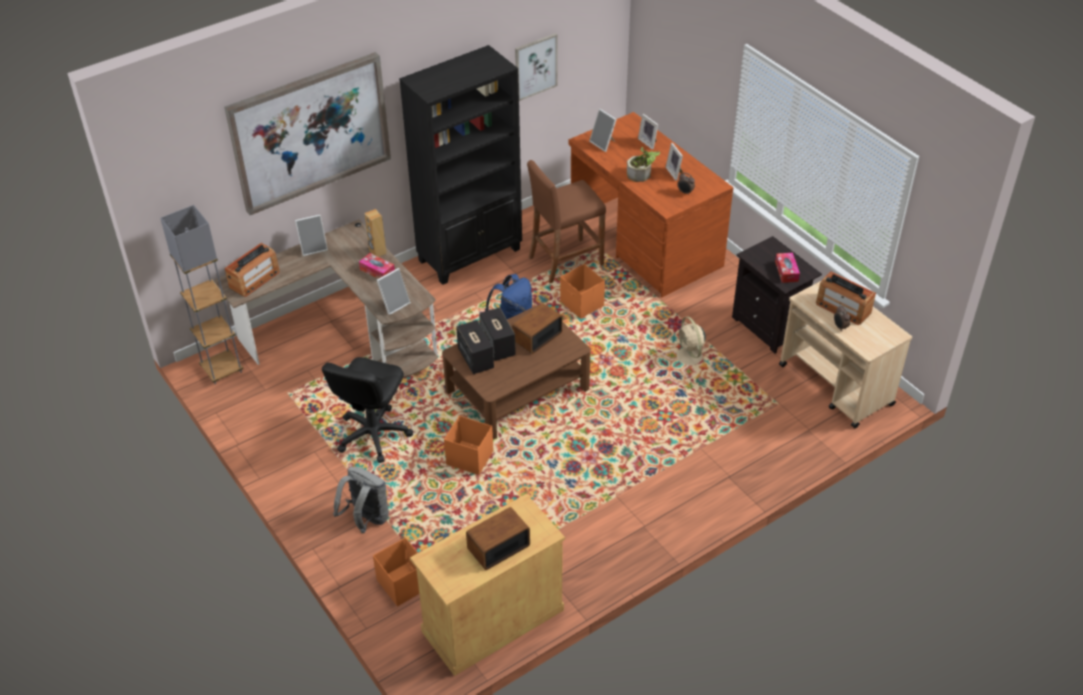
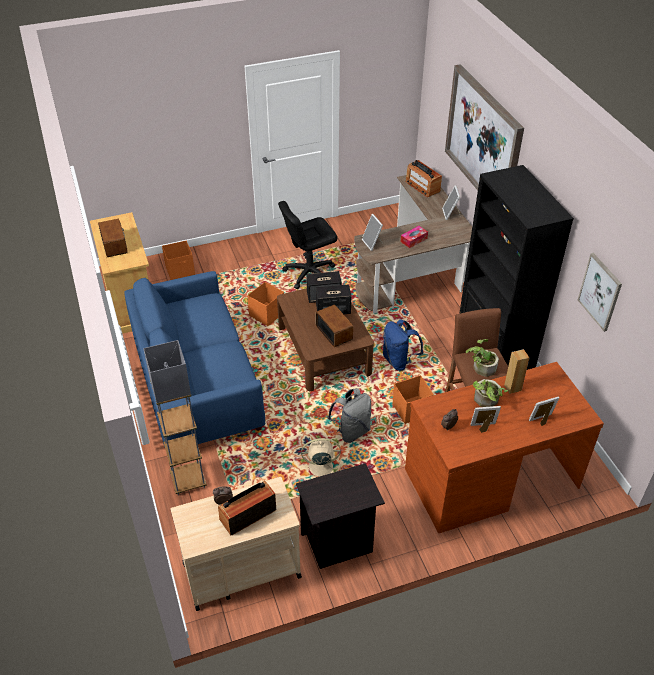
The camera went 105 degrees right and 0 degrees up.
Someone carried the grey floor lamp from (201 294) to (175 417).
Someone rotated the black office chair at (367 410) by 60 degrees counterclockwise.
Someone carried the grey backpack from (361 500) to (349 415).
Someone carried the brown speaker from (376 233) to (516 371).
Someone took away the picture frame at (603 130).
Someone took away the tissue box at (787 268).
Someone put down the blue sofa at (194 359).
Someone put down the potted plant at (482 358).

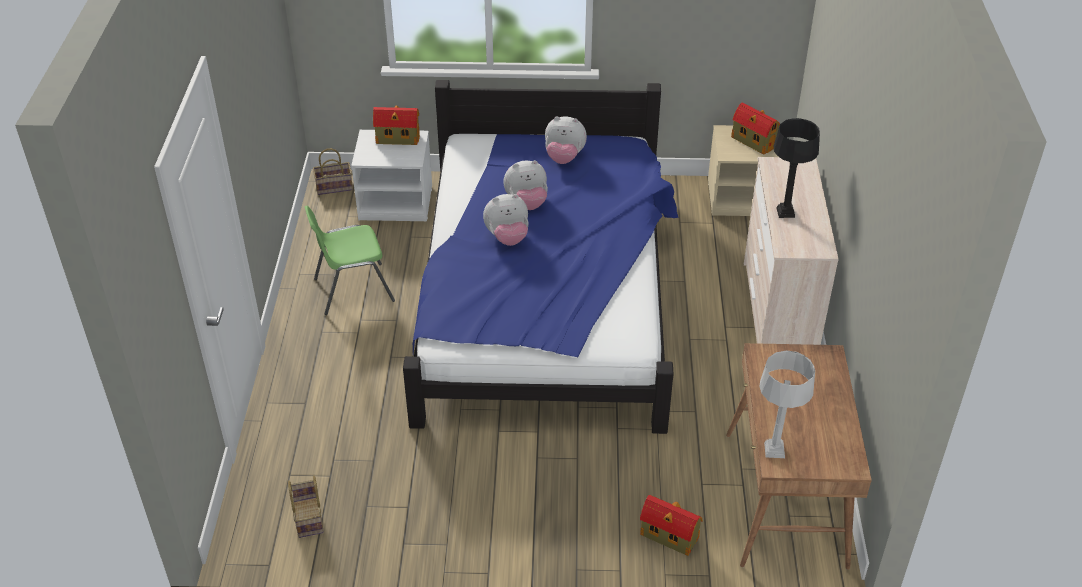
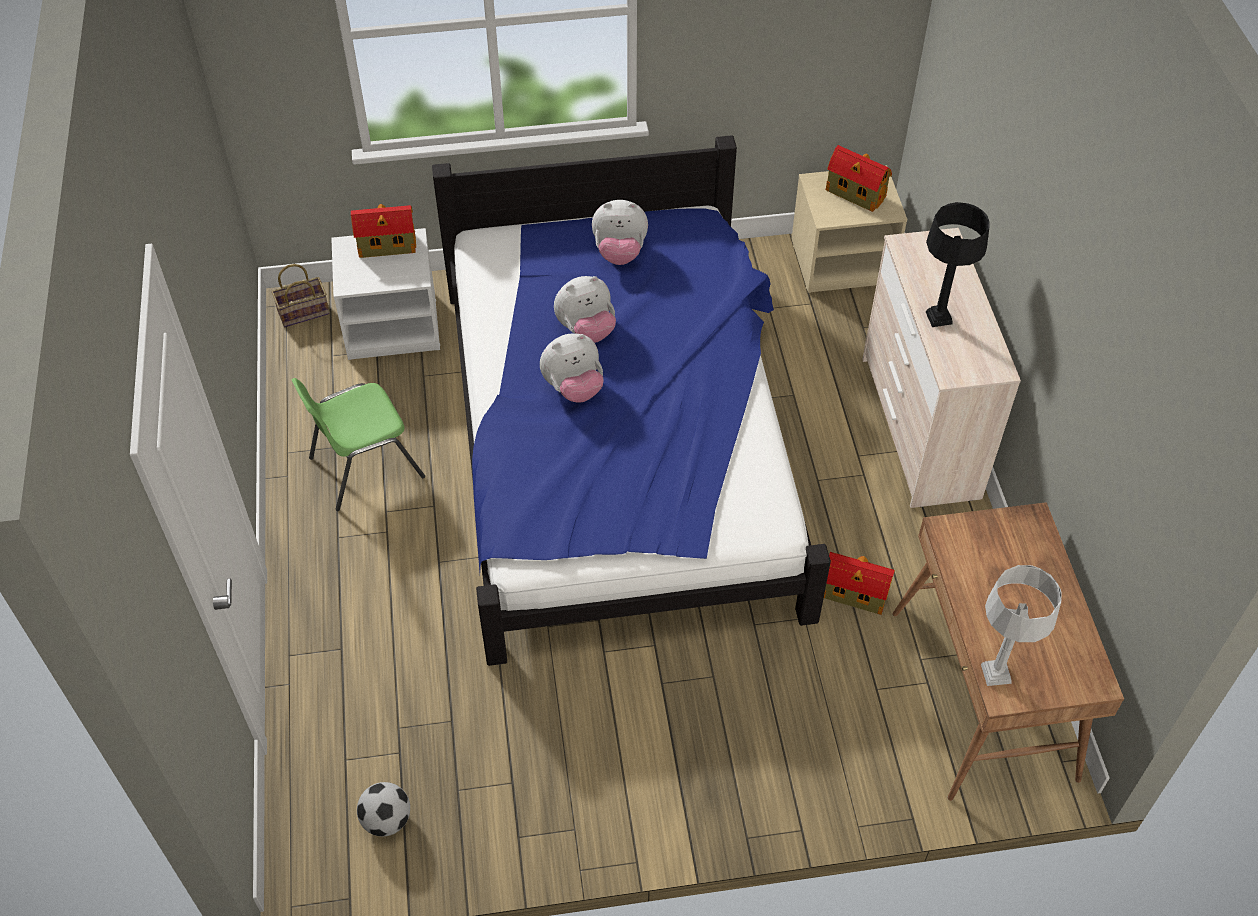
The camera went 10 degrees left and 10 degrees up.
Someone swapped the basket at (306 507) for the football at (383 809).
Someone carried the toy house from (671 525) to (859 583).

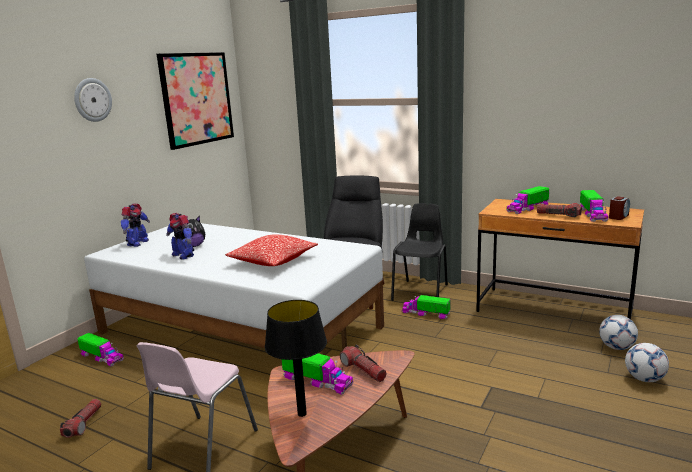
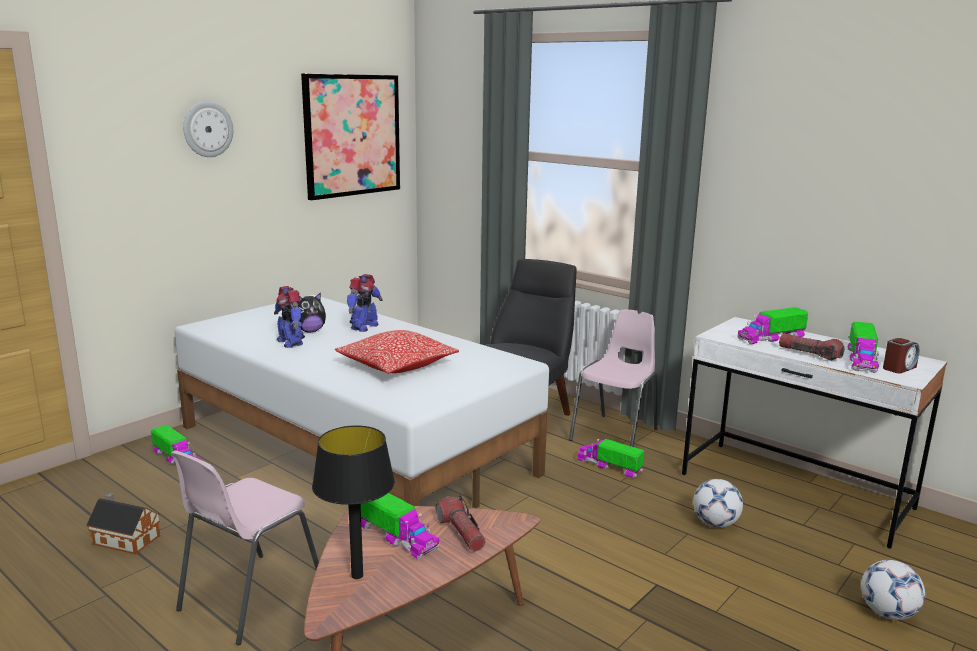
The camera went 10 degrees right and 0 degrees up.
Someone swapped the flashlight at (80 418) for the toy house at (123 524).
Someone carried the toy robot from (135 225) to (365 303).
Someone repainted the black chair at (419 252), which became the pink chair at (613 378).
Someone repainted the brown desk at (560 259), which became the white desk at (814 433).
Someone carried the football from (618 332) to (718 503).

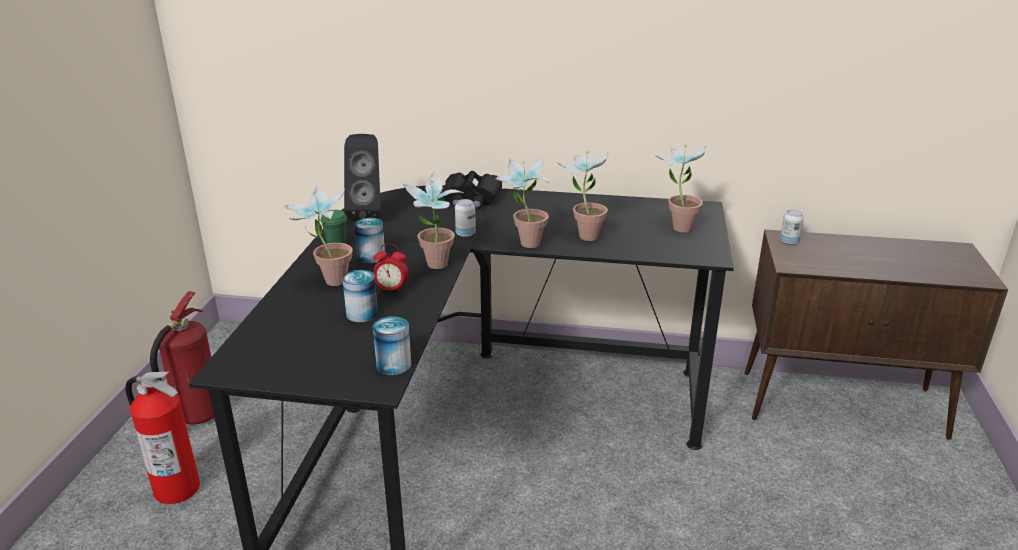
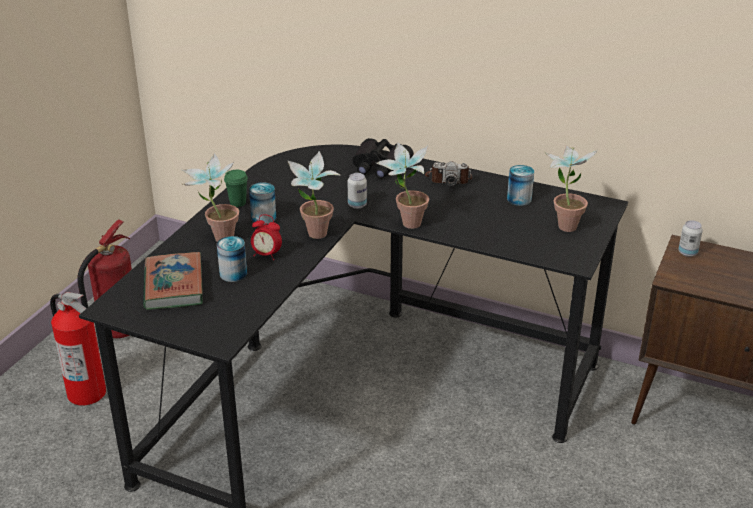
The camera went 15 degrees right and 5 degrees up.
Someone took away the black speaker at (362 177).
Someone carried the can from (392 345) to (520 185).
Someone took away the potted plant at (583 196).
Someone put down the book at (173 281).
Someone put down the photo camera at (448 173).

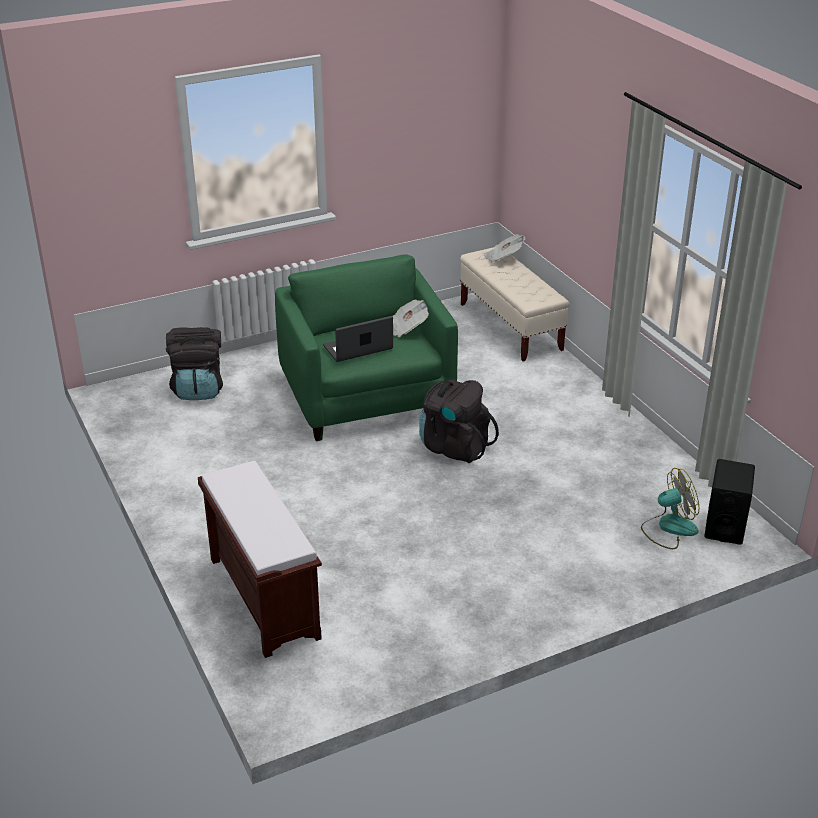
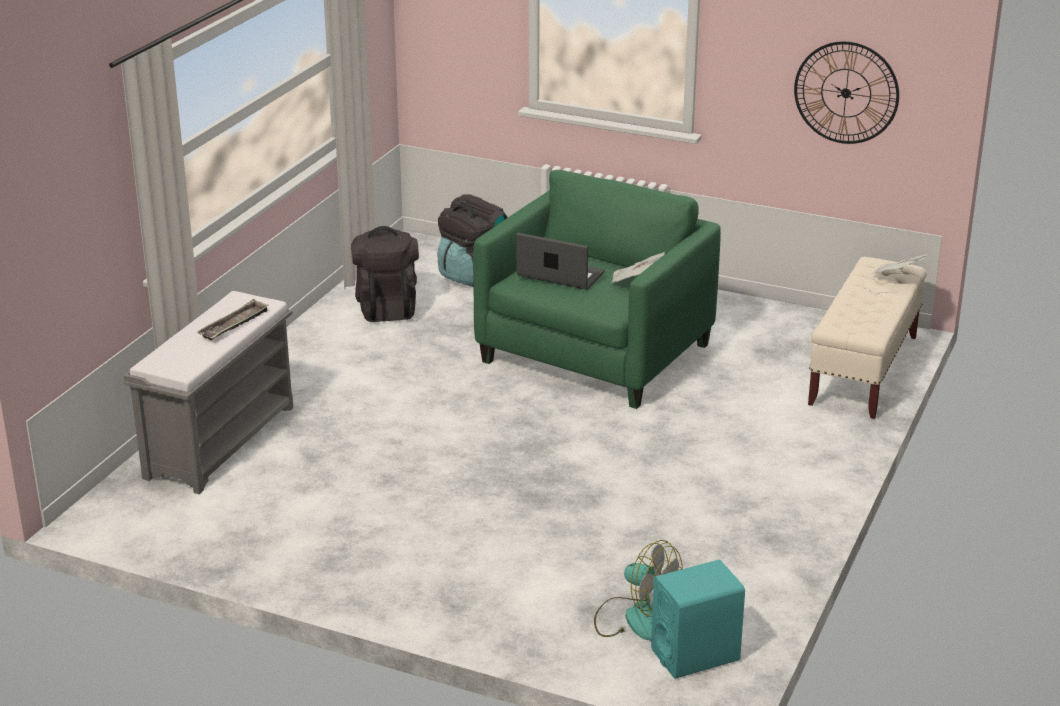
The camera went 50 degrees right and 5 degrees down.
Someone repainted the brown bench at (260 559), which became the grey bench at (208 392).
Someone carried the black backpack from (459 421) to (385 274).
Someone repainted the black speaker at (729 502), which became the turquoise speaker at (698 619).
Someone put down the tray at (233 319).
Someone put up the wall clock at (846 92).

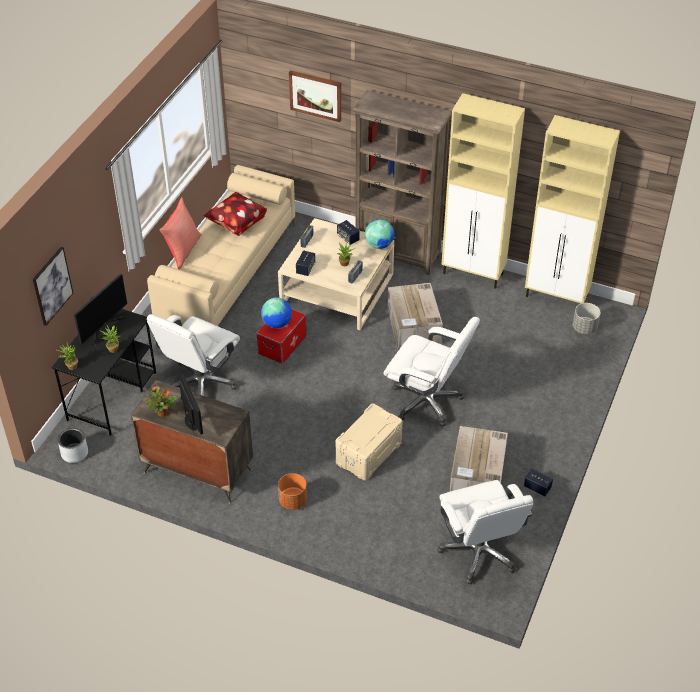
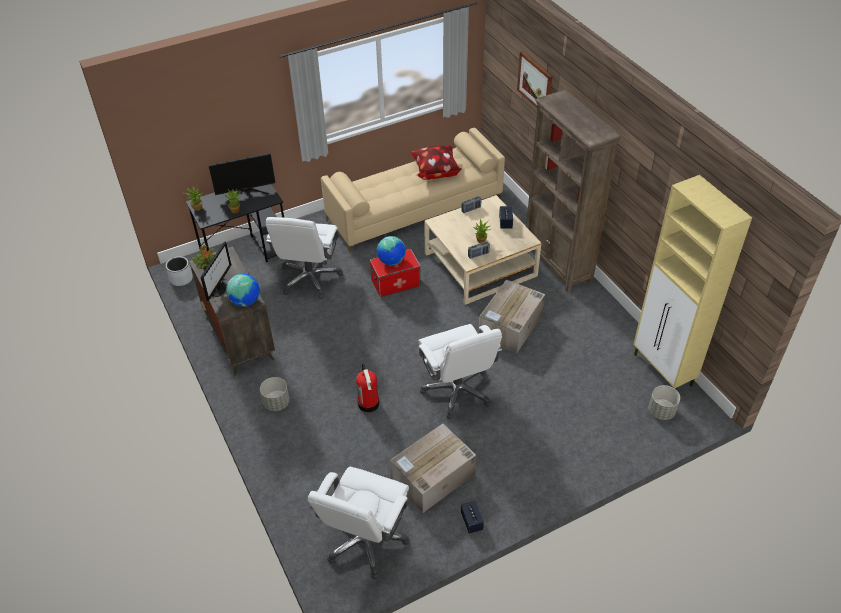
The camera went 40 degrees right and 0 degrees up.
Someone took away the picture at (53 286).
Someone rotated the white office chair at (193 355) by 60 degrees counterclockwise.
Someone took away the red pillow at (181 233).
Someone repainted the orange planter at (292 491), which became the grey planter at (274 394).
Someone took away the speaker at (305 263).
Someone swapped the beige storage box at (369 442) for the fire extinguisher at (368 388).
Someone carried the globe from (379 234) to (243 290).
Someone took away the beige cabinet at (483 191).

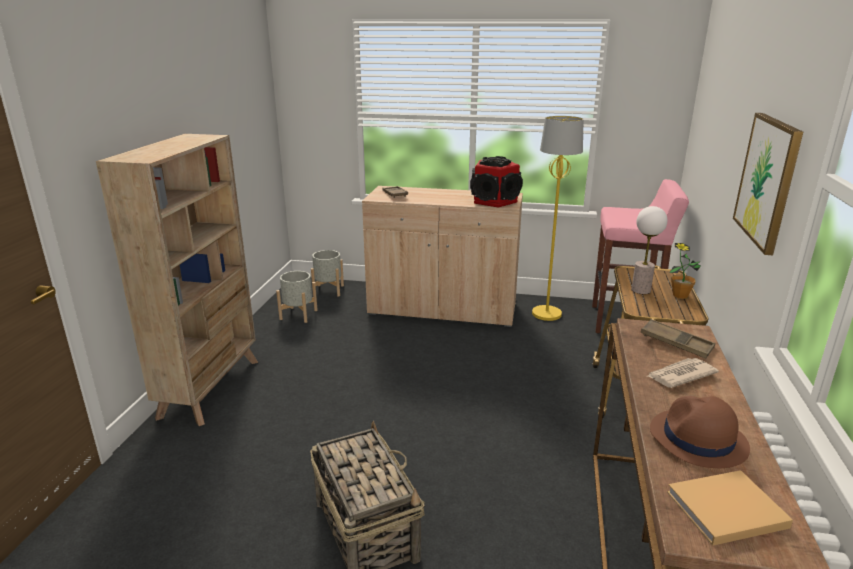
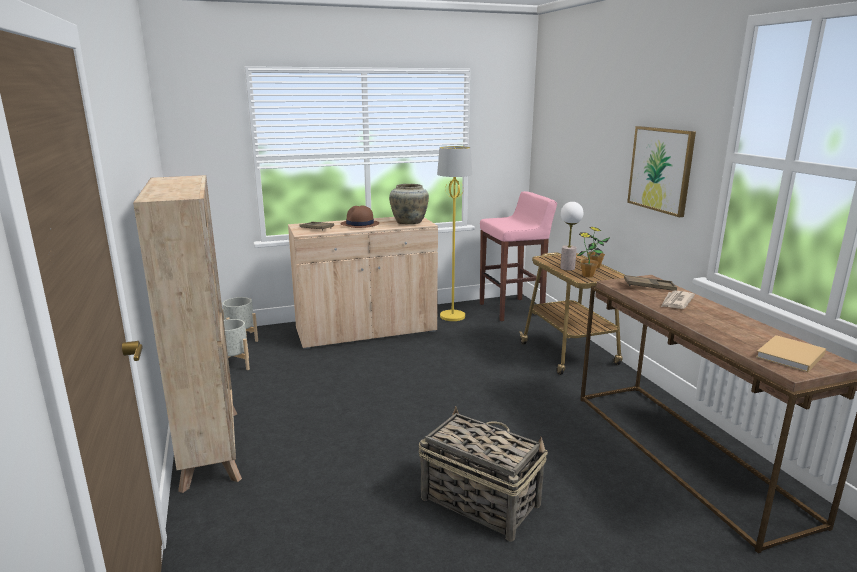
The camera went 30 degrees left and 5 degrees down.
Someone swapped the speaker at (496 182) for the beige vase at (409 204).
Someone carried the brown hat from (700 432) to (360 216).
Someone put down the potted plant at (590 254).

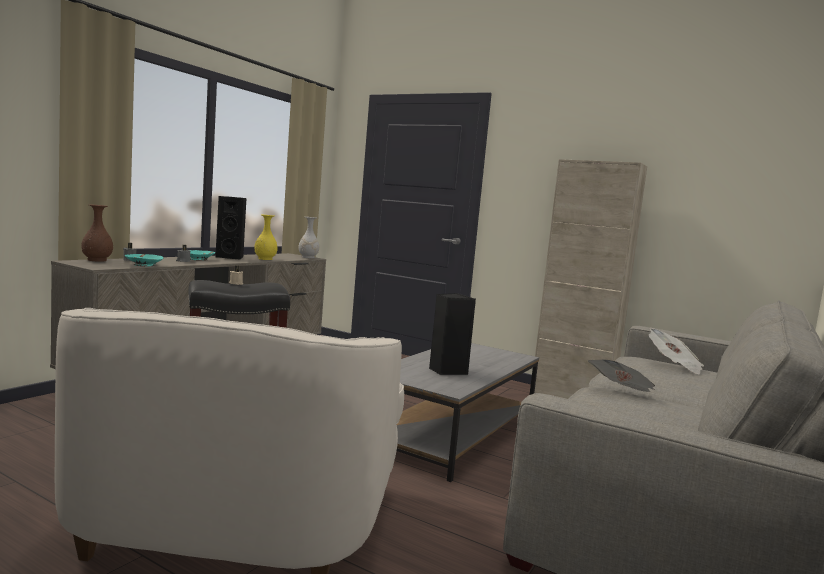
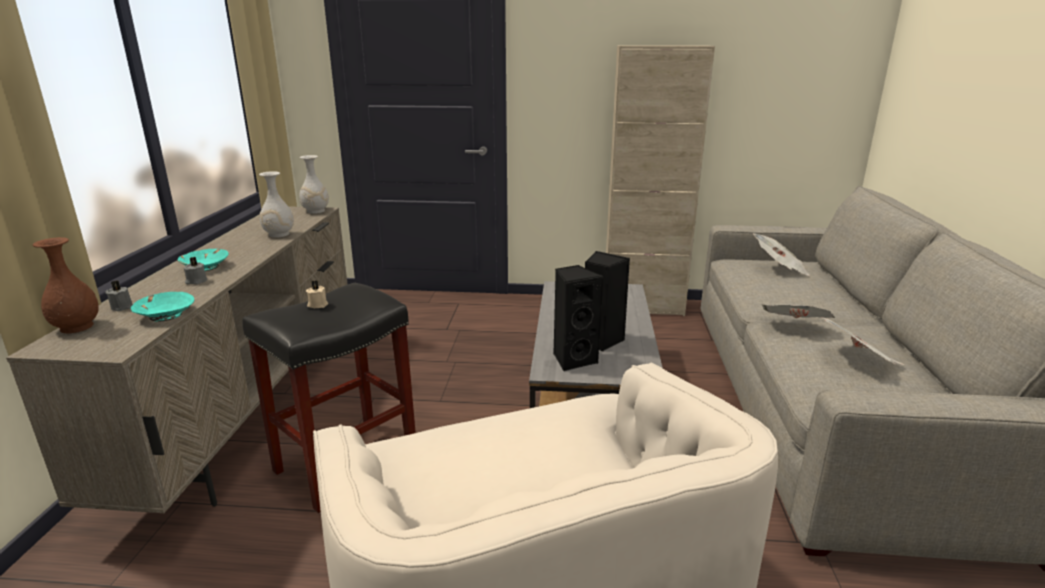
The camera went 25 degrees left and 15 degrees up.
Someone carried the black speaker from (230 228) to (578 318).
Someone repainted the yellow vase at (265 237), which became the white vase at (276 204).
Someone put down the newspaper at (862 341).

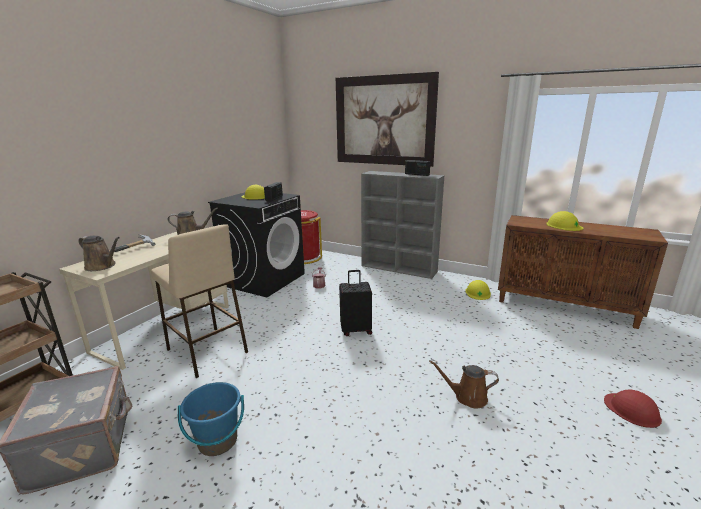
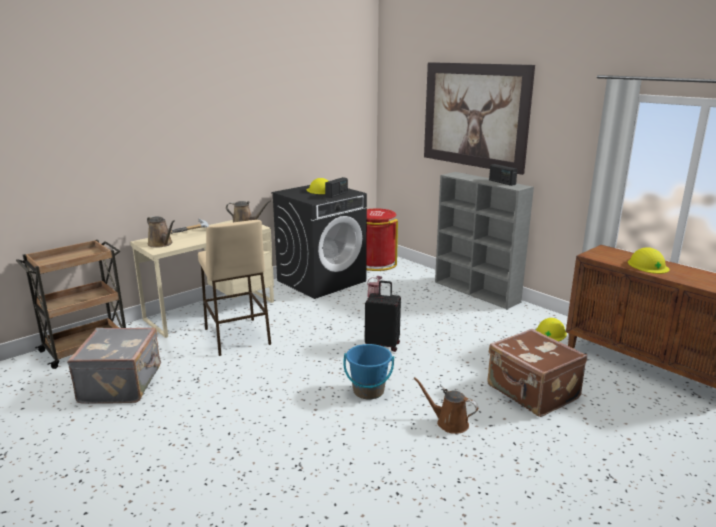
The camera went 20 degrees right and 0 degrees up.
Someone carried the blue bucket from (211 419) to (368 371).
Someone took away the red hard hat at (633 409).
Someone put down the brown suitcase at (537 373).

